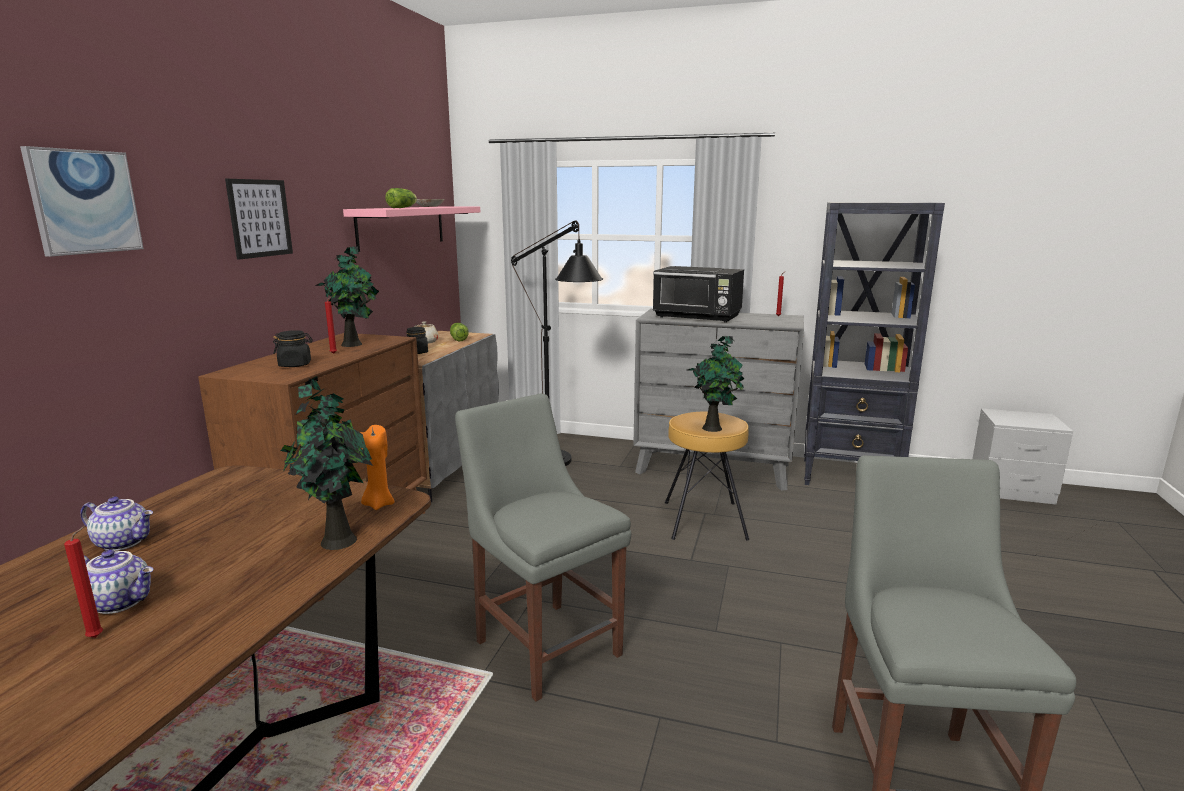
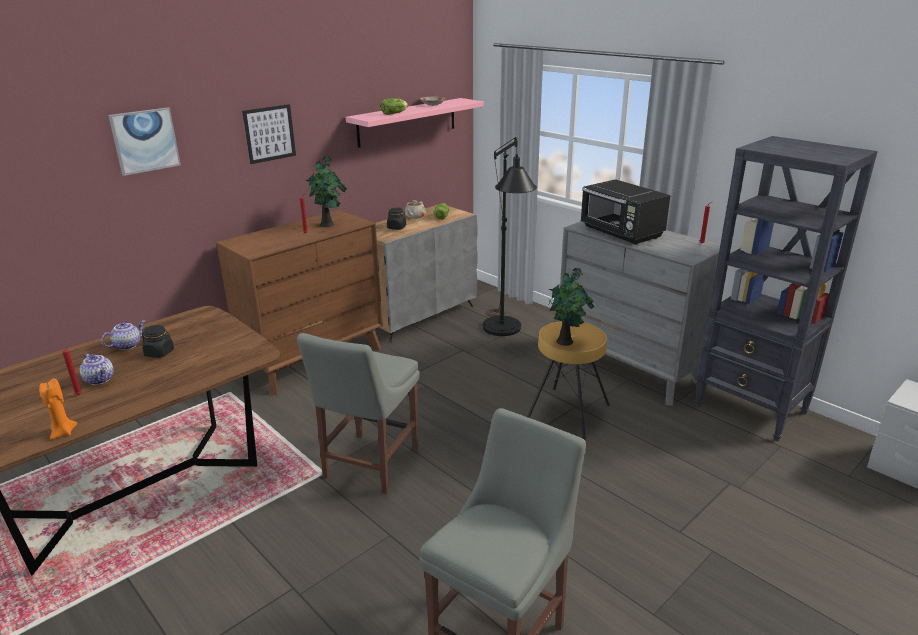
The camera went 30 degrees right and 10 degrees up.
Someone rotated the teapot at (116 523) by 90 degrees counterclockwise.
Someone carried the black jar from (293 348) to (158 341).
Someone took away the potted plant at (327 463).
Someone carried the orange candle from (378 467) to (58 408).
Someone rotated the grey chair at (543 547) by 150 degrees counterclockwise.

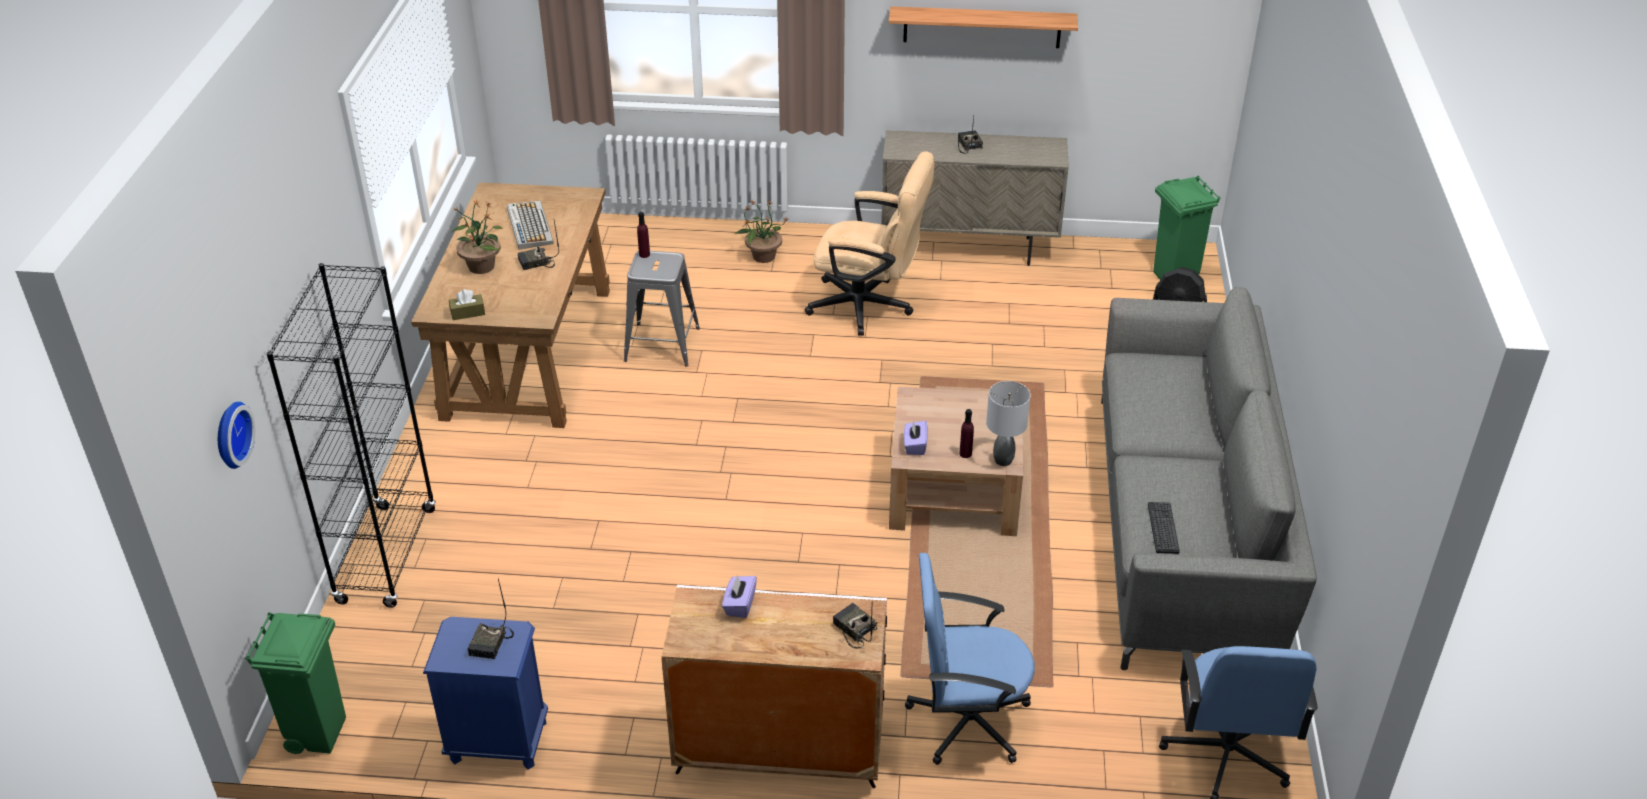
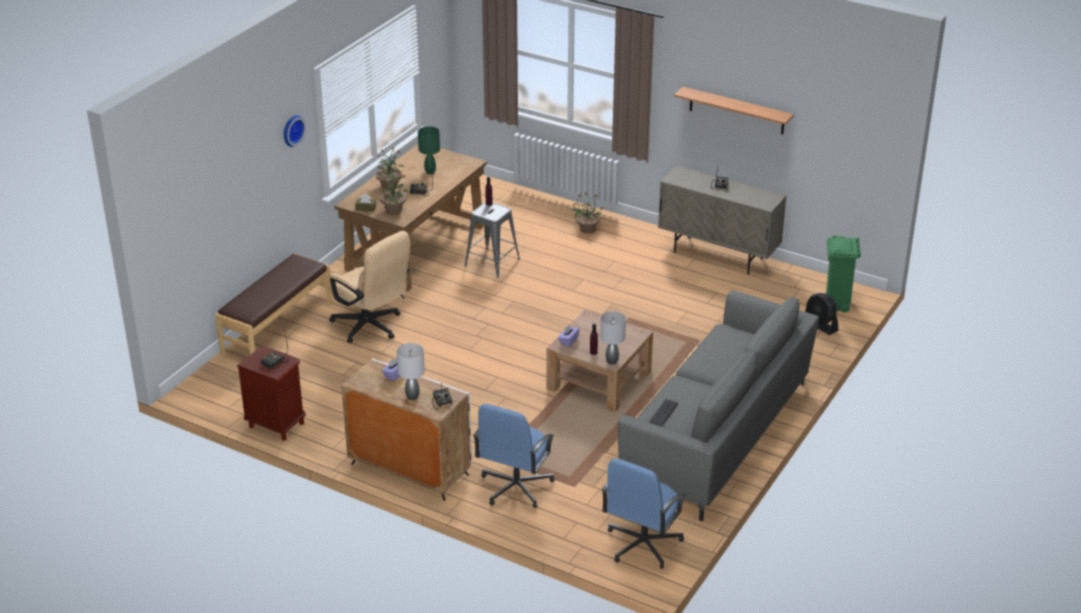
The camera went 25 degrees right and 5 degrees down.
Someone carried the wall clock from (236 435) to (295 131).
Someone took away the green trash can at (295 683).
Someone swapped the black bookcase at (351 435) for the brown bench at (274 304).
Someone repainted the blue nightstand at (485 693), which became the brown nightstand at (271 393).
Someone swapped the keyboard at (530 225) for the green table lamp at (429 150).
Someone carried the beige office chair from (870 243) to (369 287).
Someone rotated the blue office chair at (970 659) by 90 degrees counterclockwise.
Someone put down the potted plant at (394 192).
Someone put down the grey table lamp at (411 371).

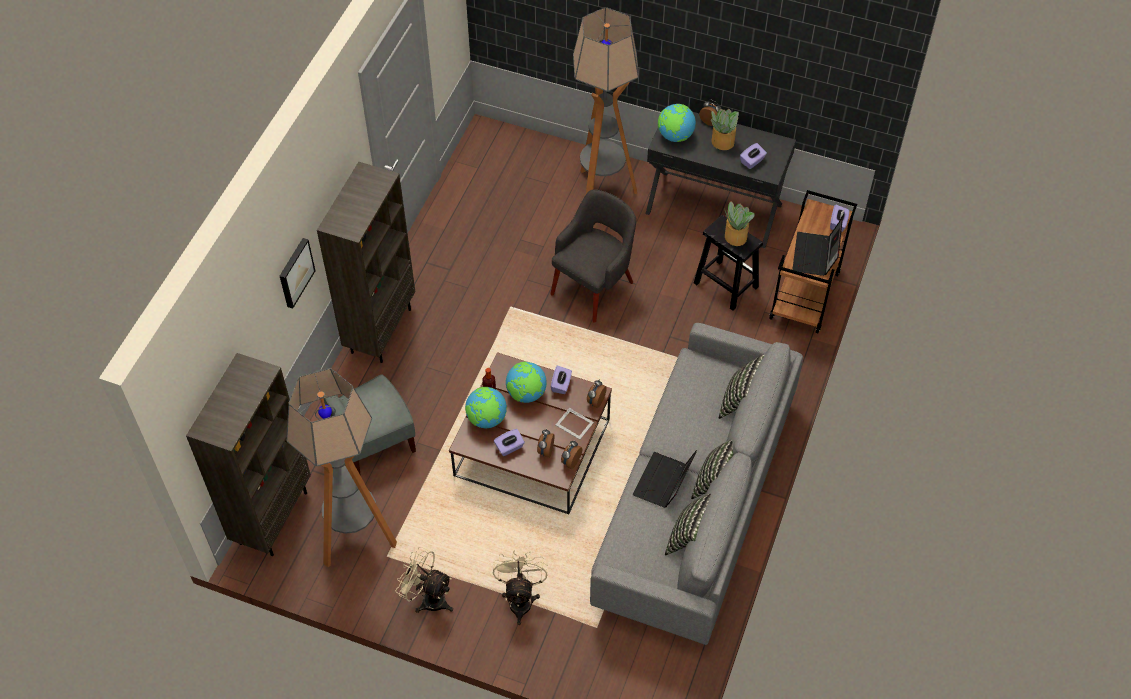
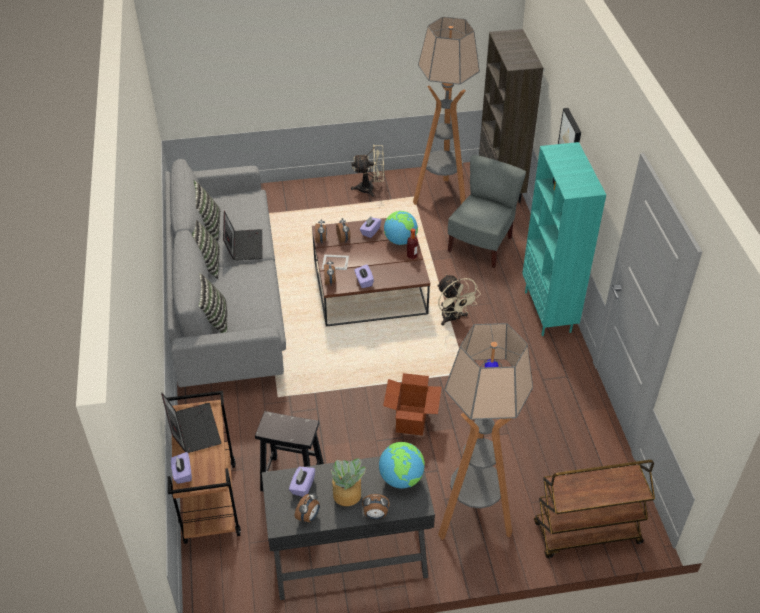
The camera went 150 degrees right and 10 degrees down.
Someone repainted the brown bookcase at (366 262), which became the turquoise bookcase at (564 239).
Someone carried the beige fan from (520 587) to (459 299).
Someone took away the globe at (526 382).
Someone swapped the grey armchair at (593 256) for the cardboard box at (412 404).
Someone took away the potted plant at (739 223).
Someone put down the alarm clock at (307 508).
Someone put down the brown cart at (594 509).

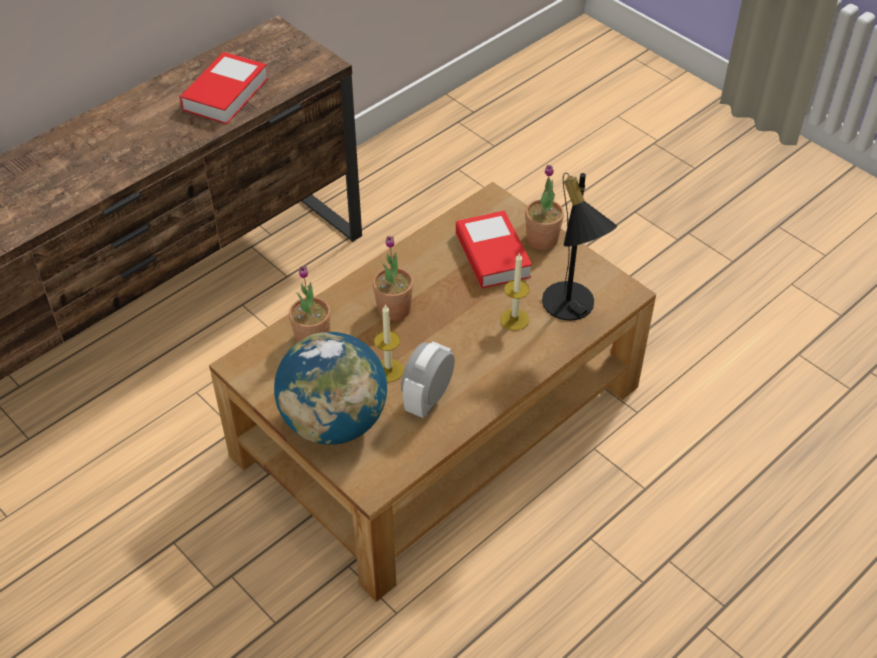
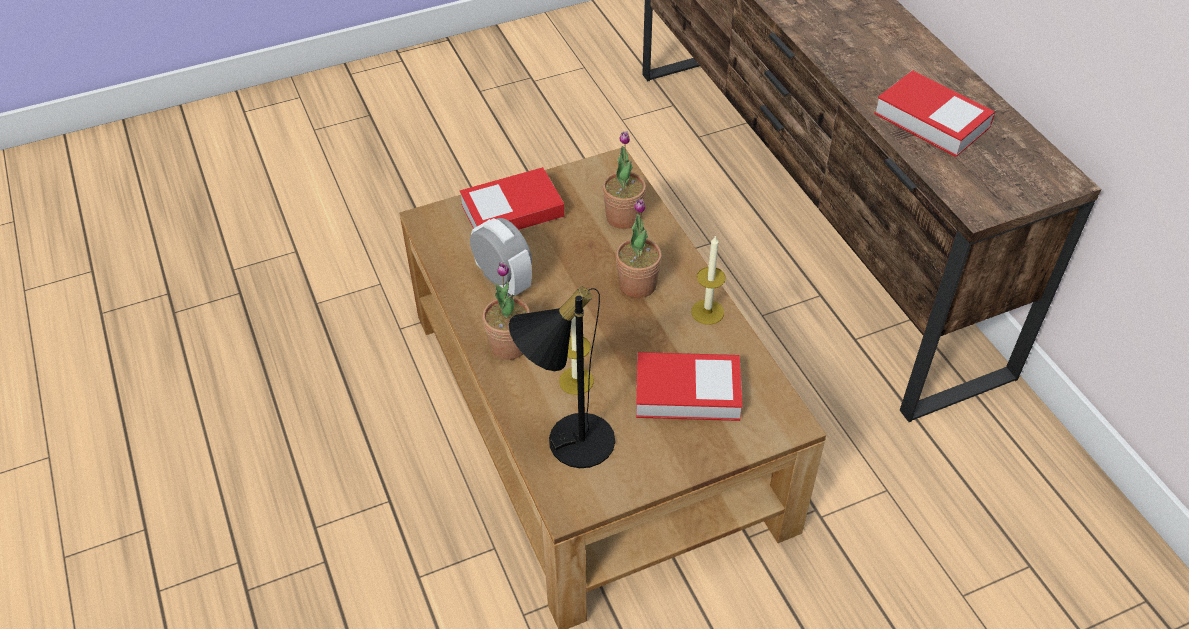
The camera went 110 degrees right and 0 degrees up.
Someone swapped the globe at (330 388) for the book at (512 198).
Someone carried the candle from (389 343) to (708 280).
Someone carried the potted plant from (544 207) to (506 311).

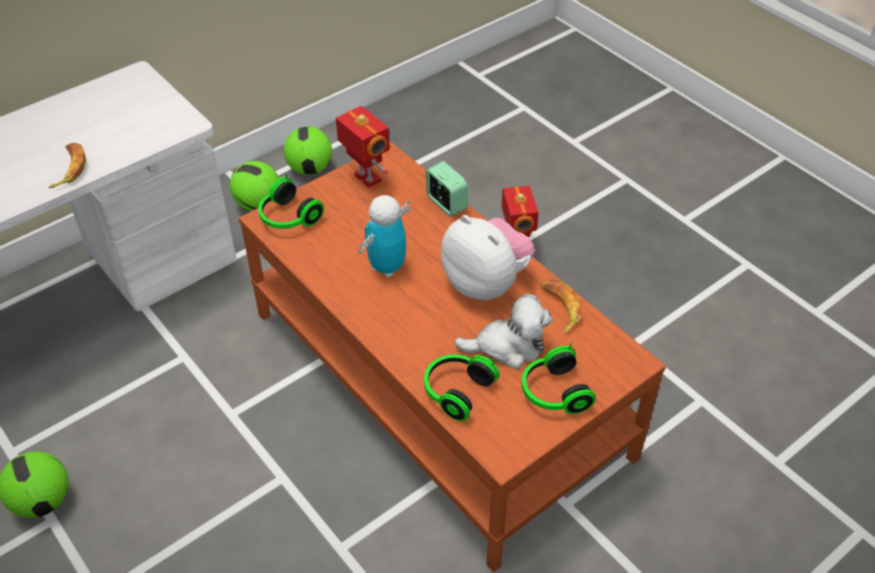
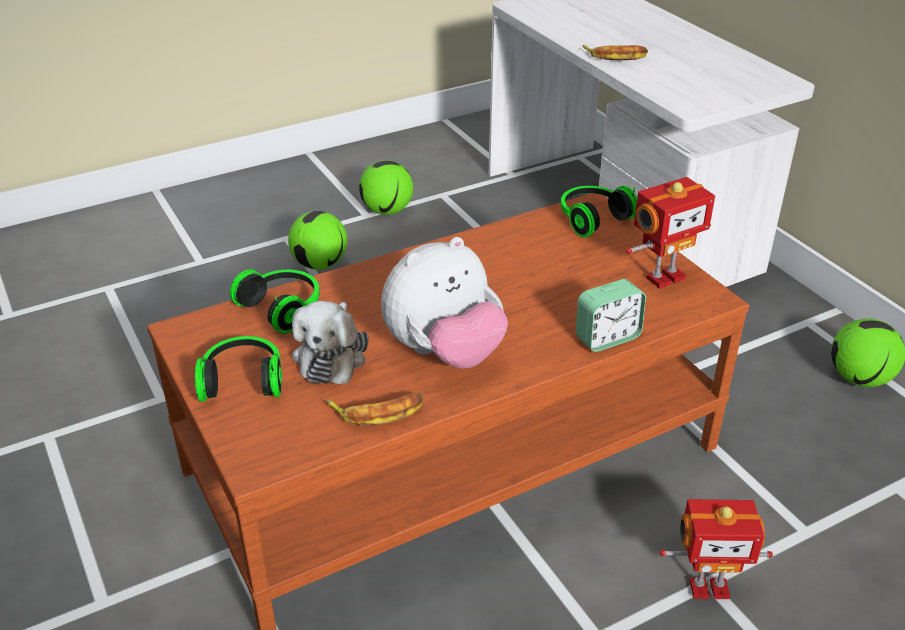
The camera went 100 degrees right and 10 degrees down.
Someone carried the football from (254 186) to (317 240).
Someone took away the toy robot at (385 236).

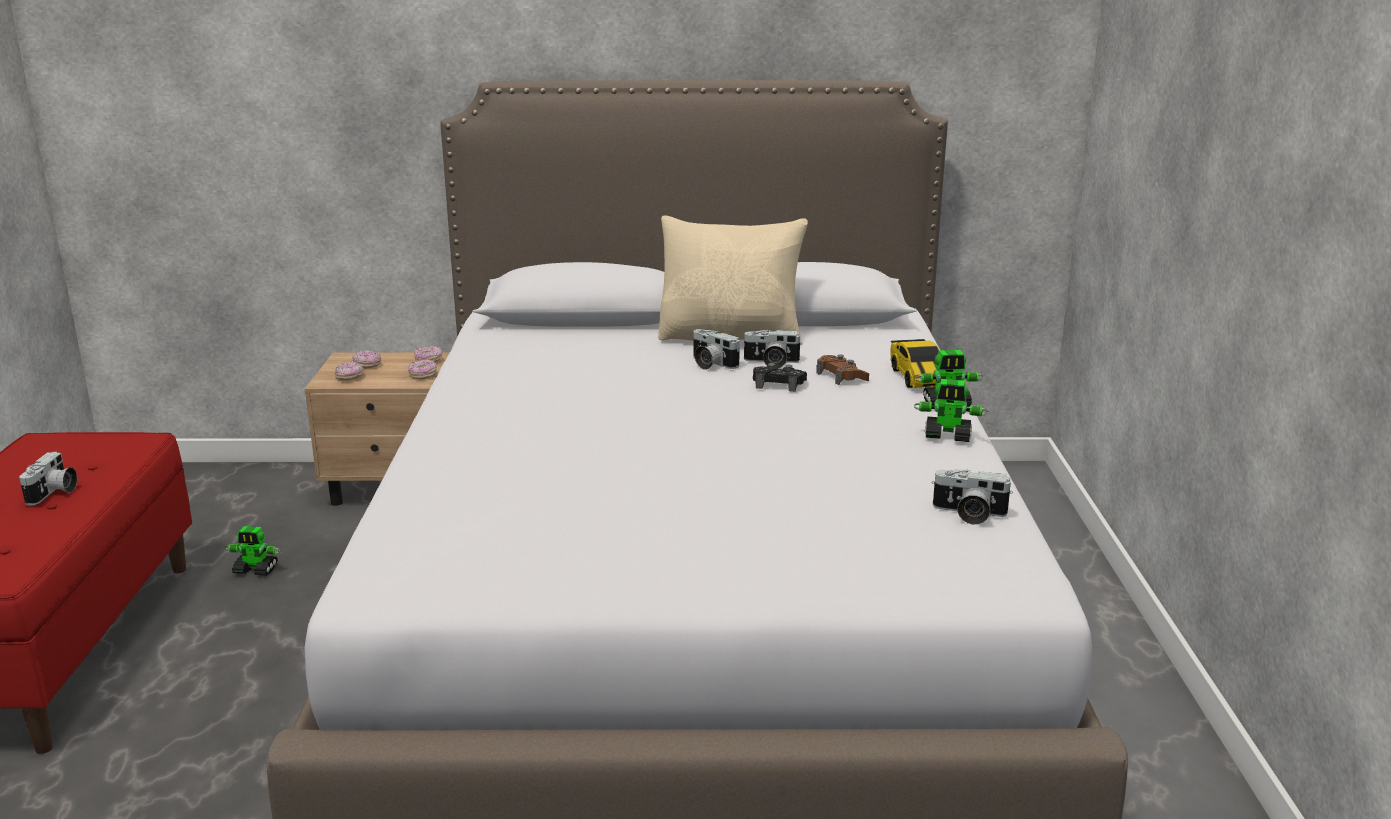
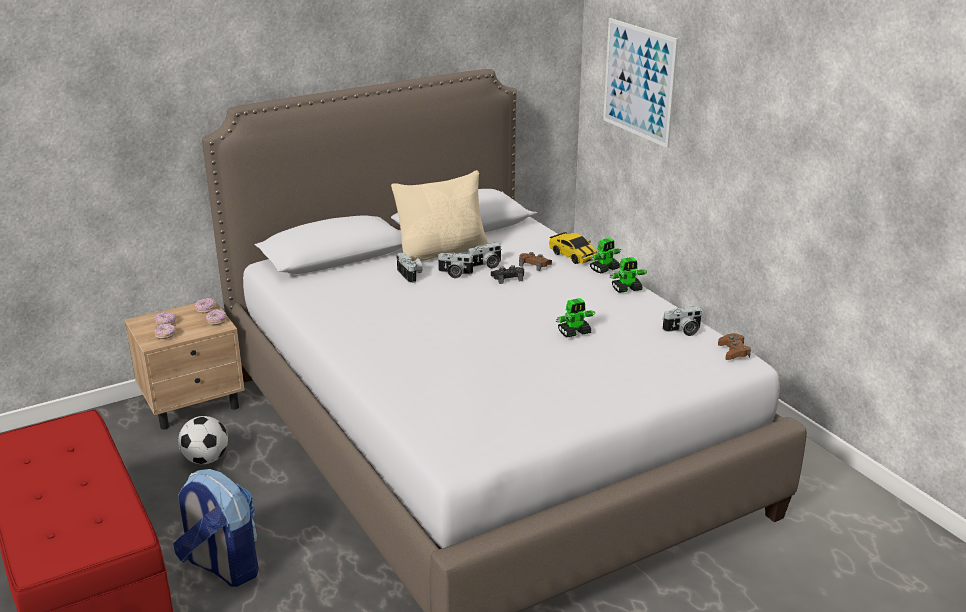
The camera went 30 degrees left and 5 degrees up.
Someone carried the photo camera from (48 478) to (409 267).
Someone carried the toy robot from (253 551) to (576 317).
Someone put down the backpack at (216 528).
Someone put down the football at (203 440).
Someone put up the picture at (640 83).
Someone put down the brown game controller at (734 346).

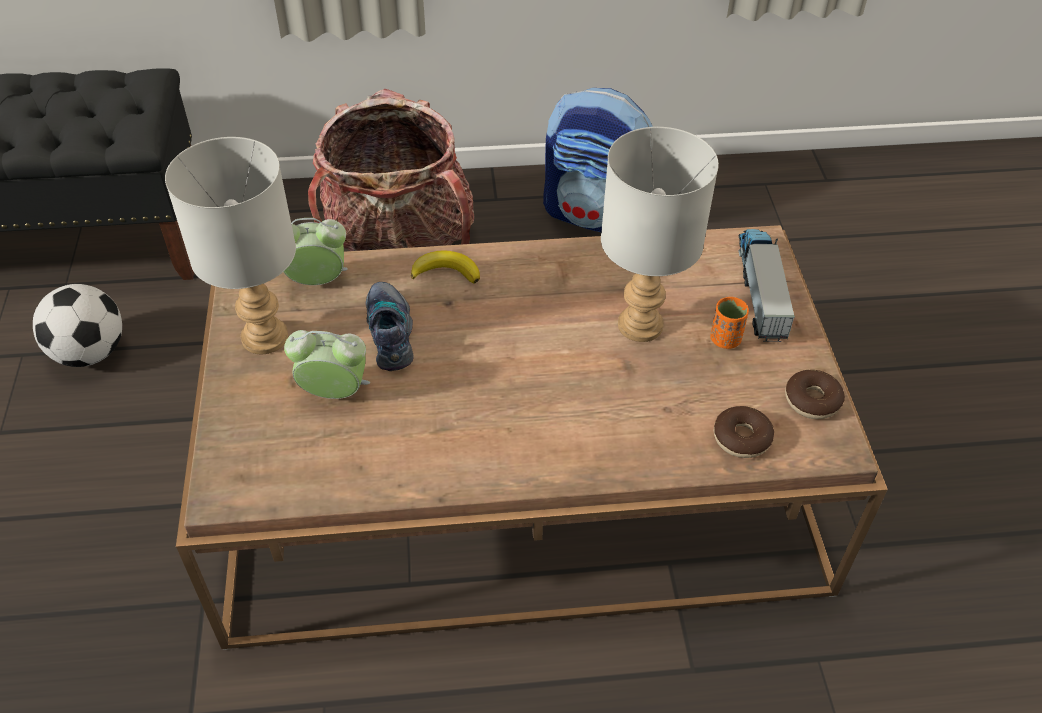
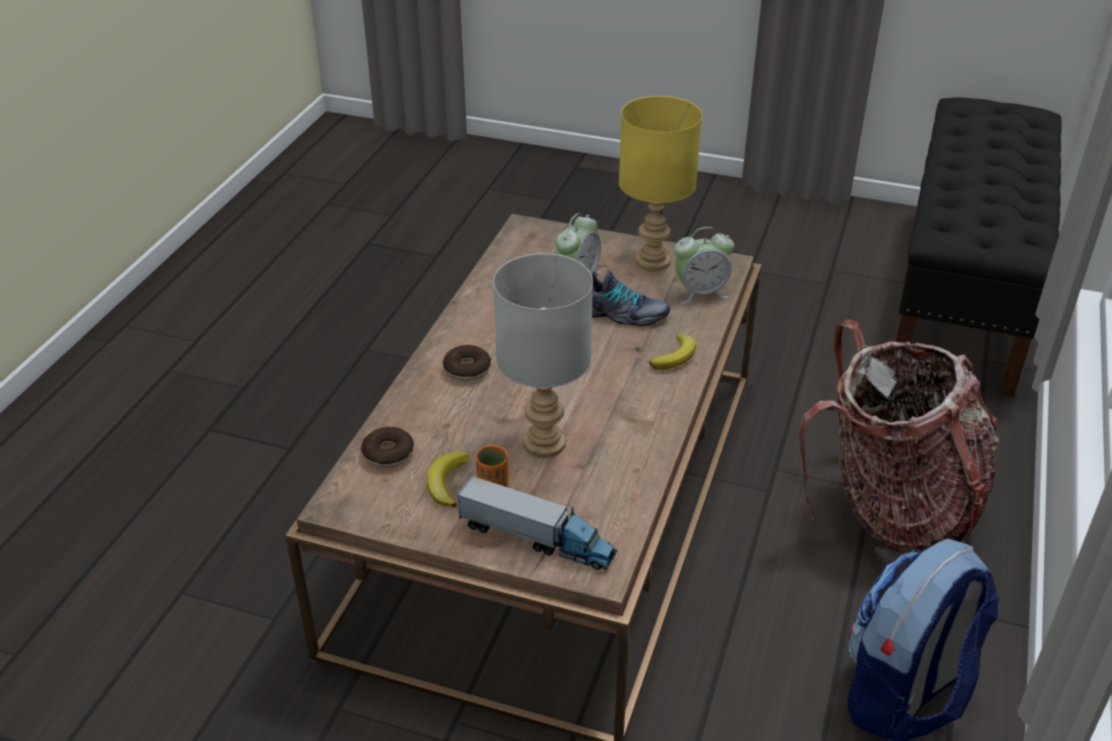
The camera went 115 degrees right and 10 degrees down.
Someone took away the football at (77 325).
Someone repainted the grey table lamp at (230 245), which became the yellow table lamp at (660 183).
Someone rotated the alarm clock at (315 251) by 60 degrees clockwise.
Someone carried the donut from (815 394) to (467 363).
Someone put down the banana at (448 479).

